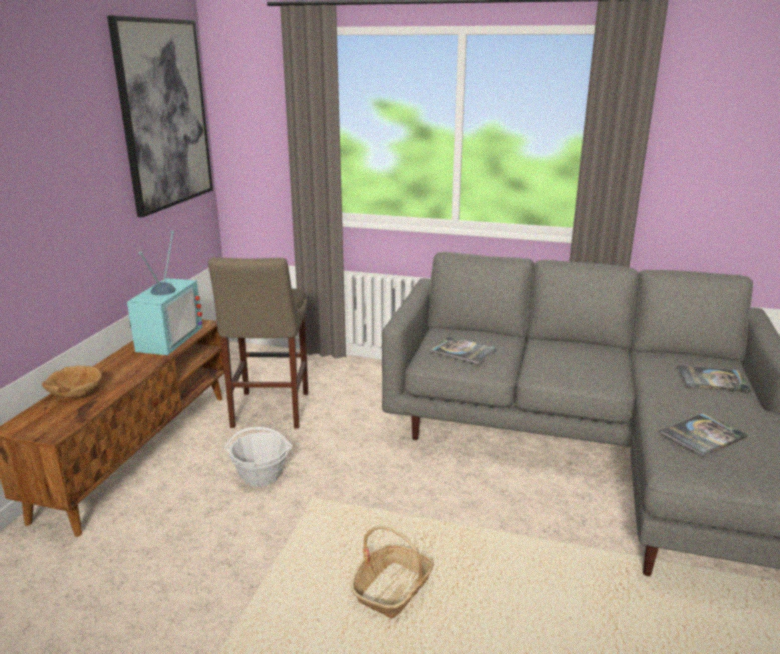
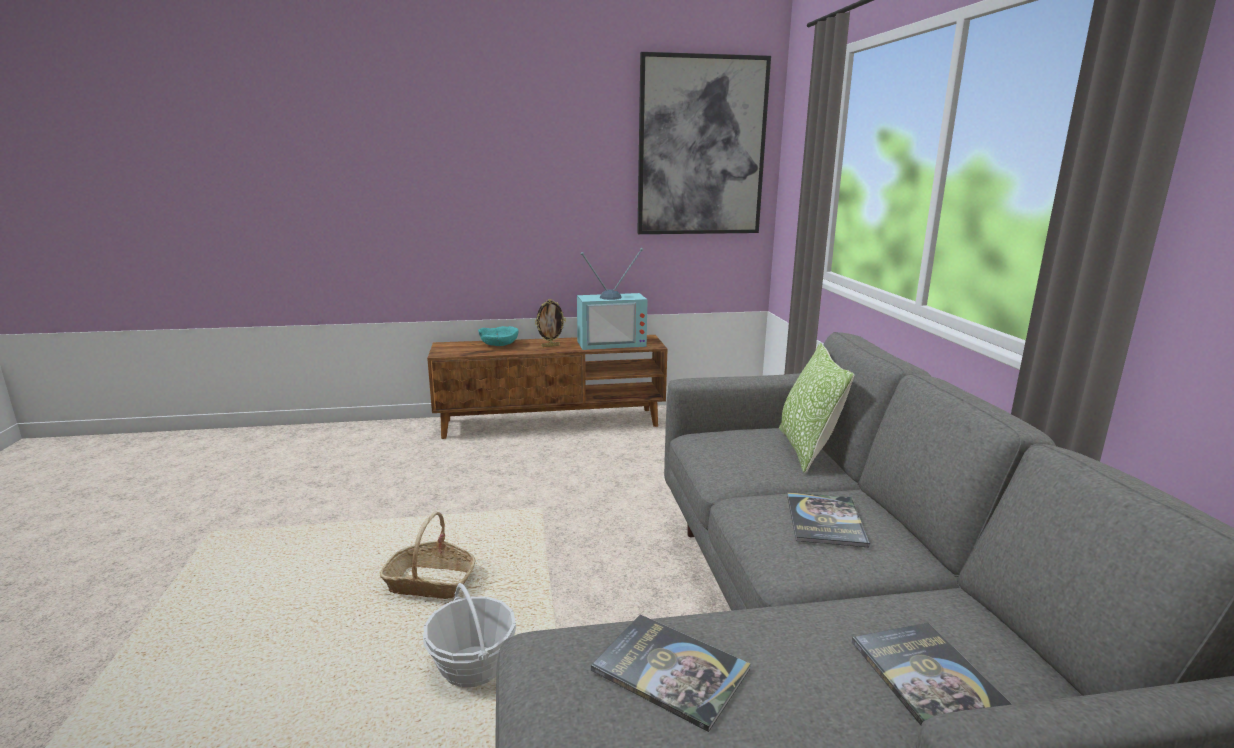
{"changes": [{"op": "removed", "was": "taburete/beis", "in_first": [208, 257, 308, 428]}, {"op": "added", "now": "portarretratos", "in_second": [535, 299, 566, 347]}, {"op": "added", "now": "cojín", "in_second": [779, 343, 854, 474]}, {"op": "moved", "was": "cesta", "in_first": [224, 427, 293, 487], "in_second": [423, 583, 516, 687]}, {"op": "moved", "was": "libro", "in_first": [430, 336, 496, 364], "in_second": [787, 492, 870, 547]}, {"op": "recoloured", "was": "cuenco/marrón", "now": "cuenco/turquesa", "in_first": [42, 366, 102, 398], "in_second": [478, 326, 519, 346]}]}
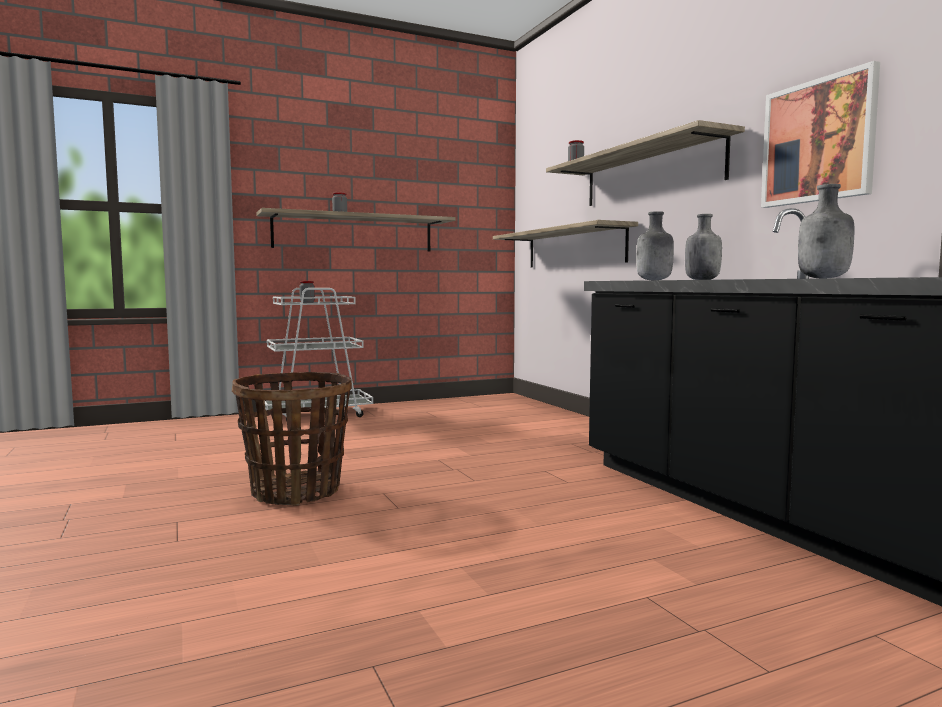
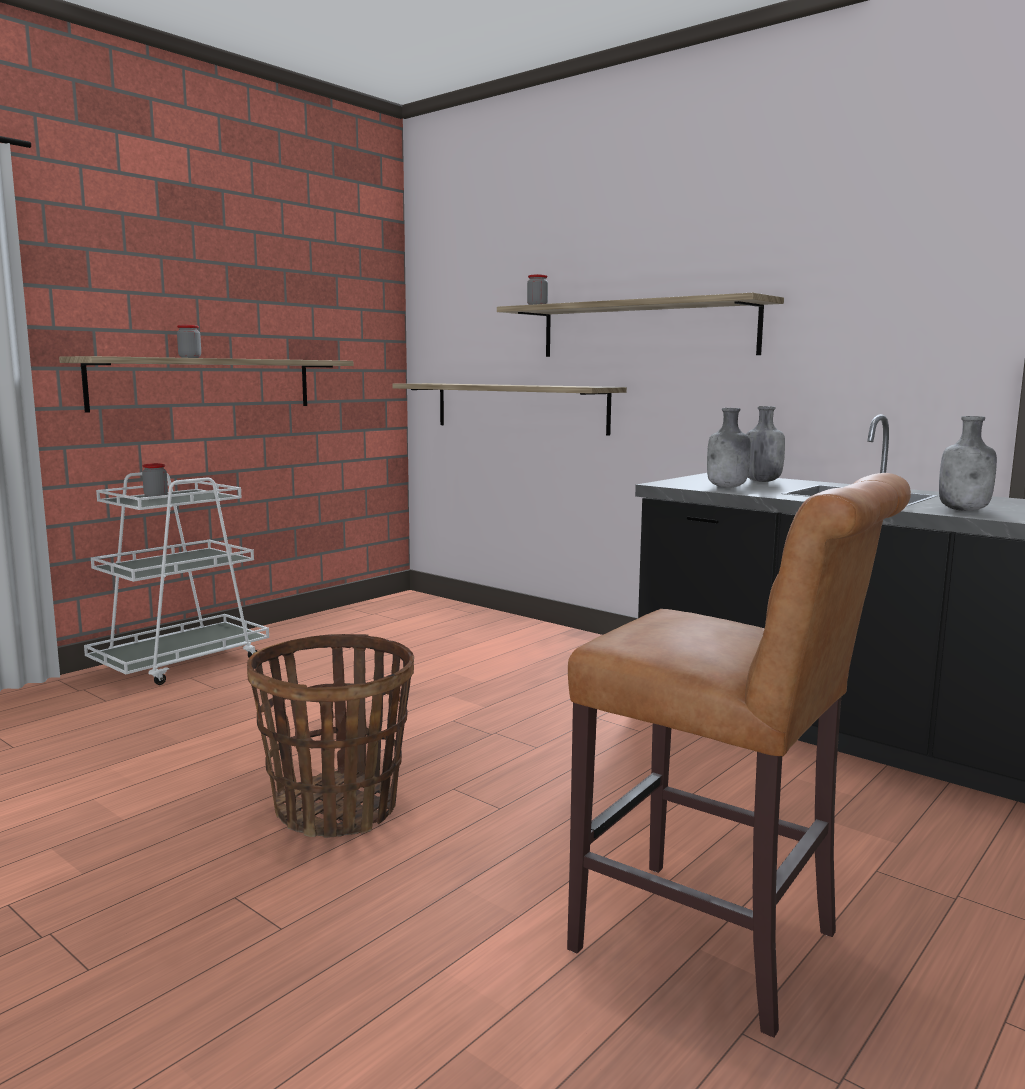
{"changes": [{"op": "removed", "was": "cuadro", "in_first": [761, 61, 880, 208]}, {"op": "added", "now": "taburete/marrón", "in_second": [567, 473, 911, 1038]}]}
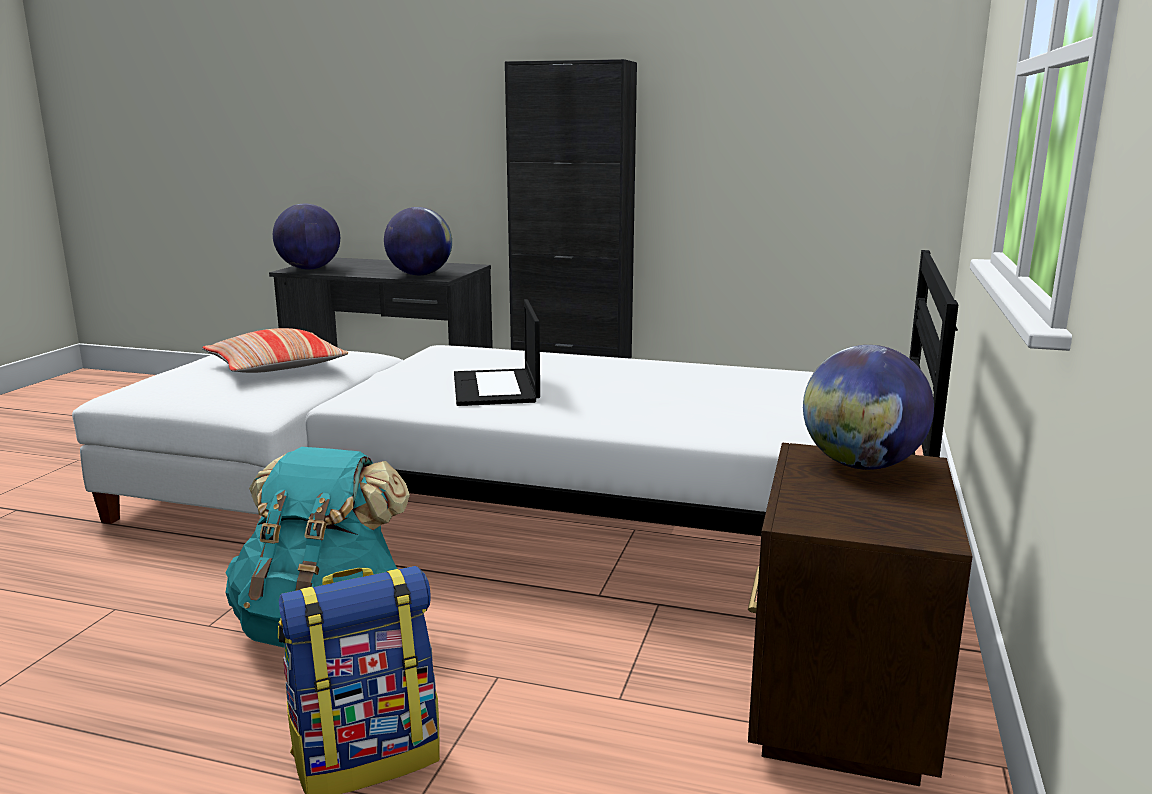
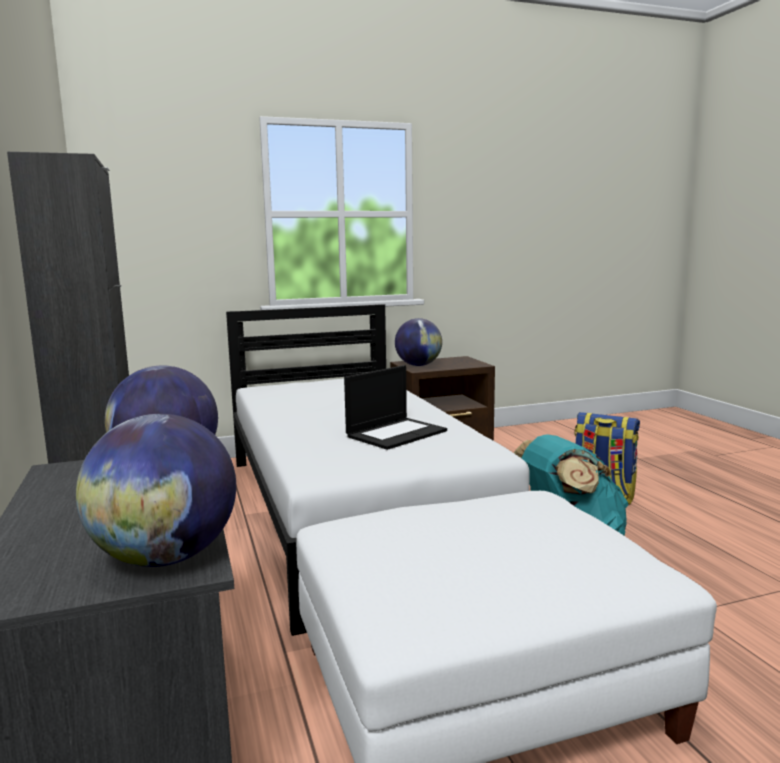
{"changes": [{"op": "removed", "was": "cojín", "in_first": [202, 328, 348, 373]}]}
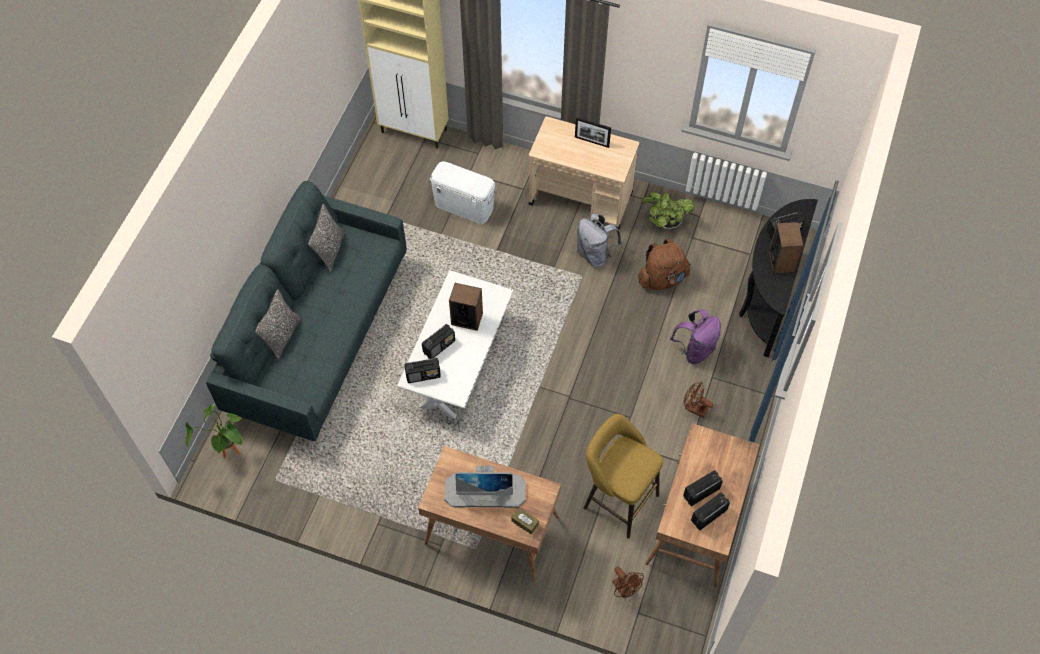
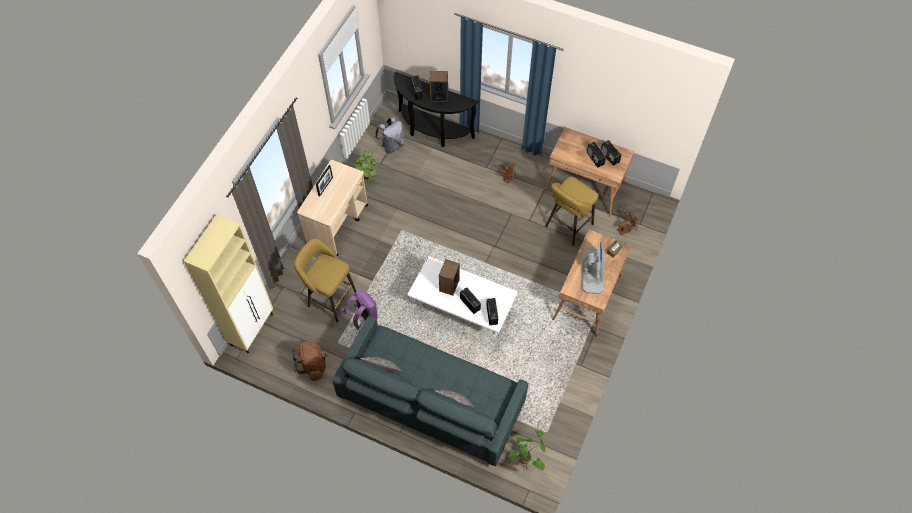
{"changes": [{"op": "moved", "was": "mochila/gris", "in_first": [577, 213, 622, 267], "in_second": [375, 117, 404, 154]}, {"op": "moved", "was": "mochila/marrón", "in_first": [638, 239, 691, 290], "in_second": [292, 341, 328, 381]}, {"op": "moved", "was": "mochila/morado", "in_first": [670, 309, 721, 365], "in_second": [344, 290, 378, 330]}, {"op": "replaced", "was": "caja de almacenaje/blanco", "now": "taburete/amarillo", "in_first": [429, 161, 496, 224], "in_second": [294, 238, 356, 322]}]}
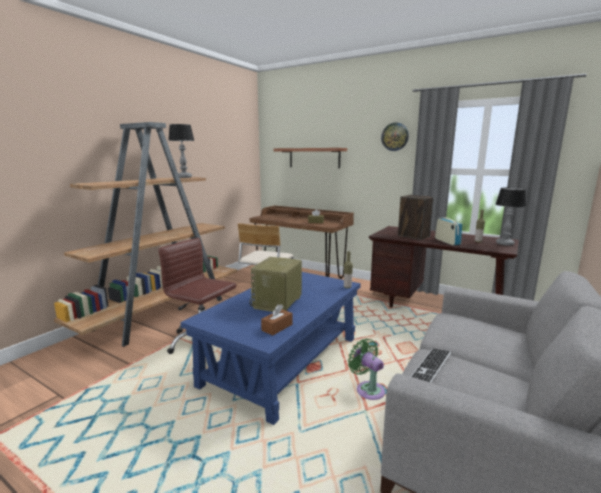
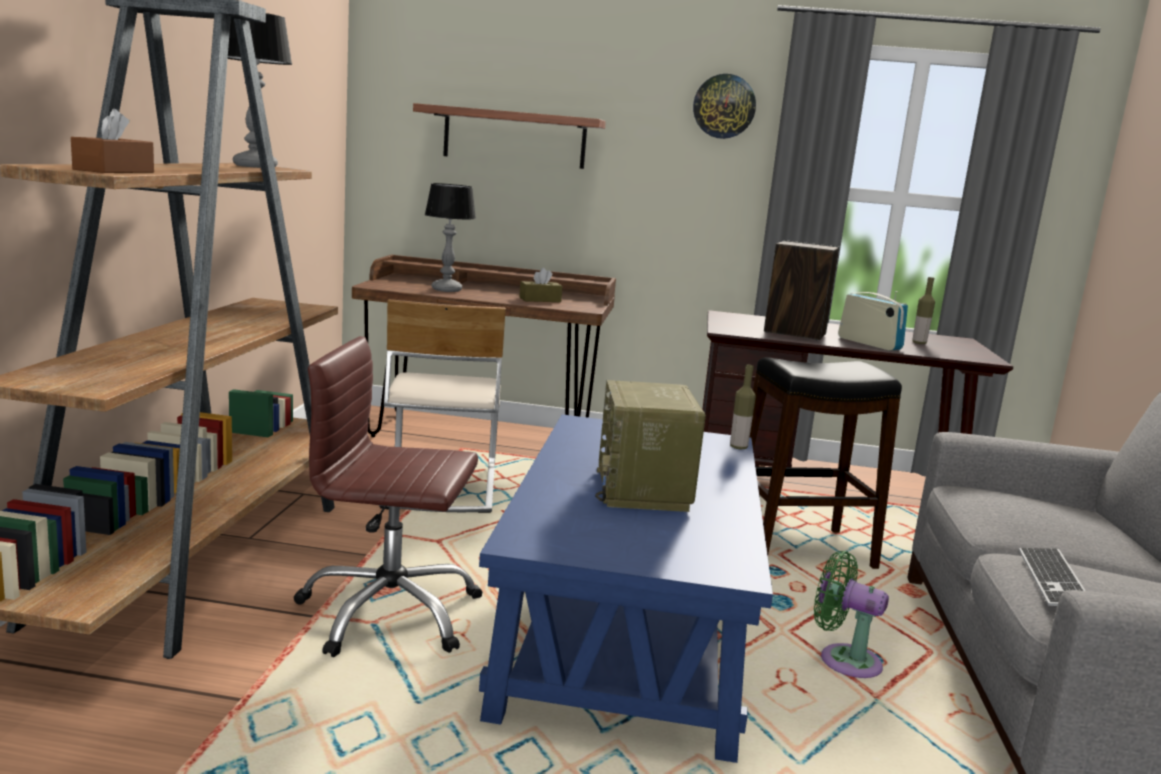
{"changes": [{"op": "added", "now": "taburete/negro", "in_second": [750, 357, 902, 569]}, {"op": "moved", "was": "caja de pañuelos/marrón", "in_first": [261, 304, 293, 335], "in_second": [71, 109, 154, 173]}, {"op": "moved", "was": "lámpara de mesa", "in_first": [495, 188, 527, 246], "in_second": [425, 183, 476, 292]}]}
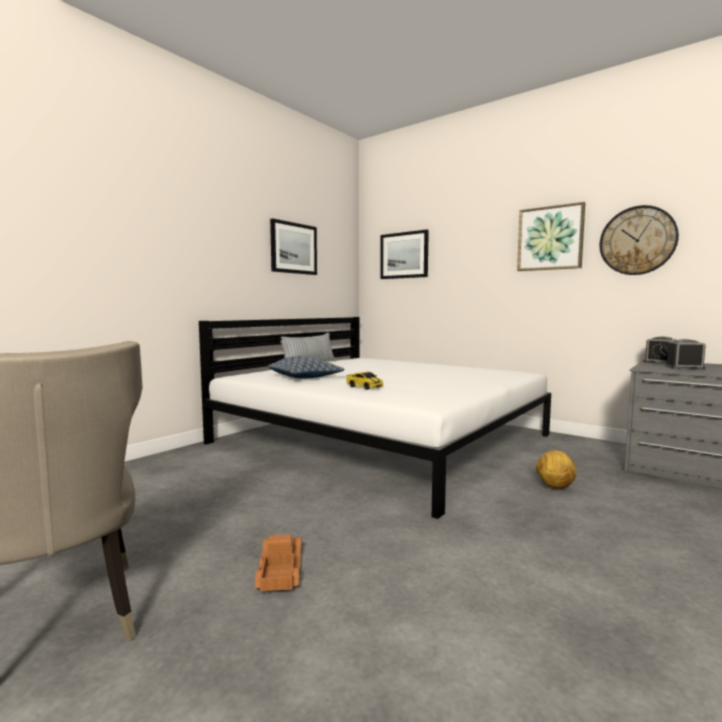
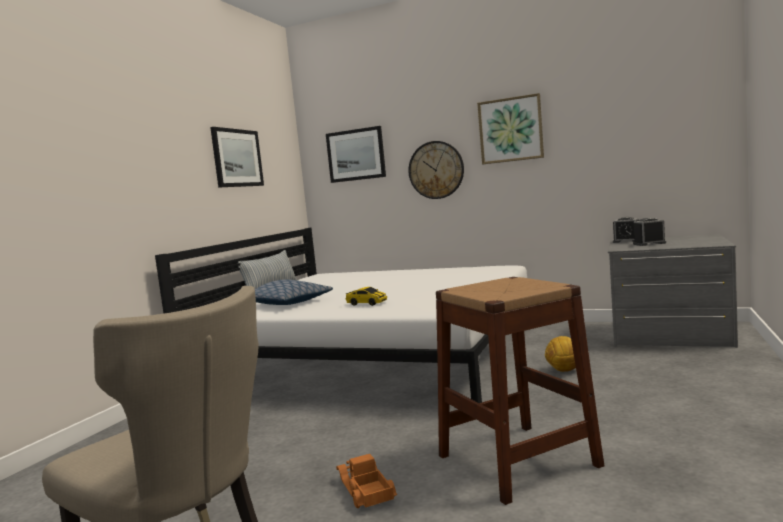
{"changes": [{"op": "added", "now": "taburete/marrón", "in_second": [436, 277, 605, 505]}, {"op": "moved", "was": "reloj de pared", "in_first": [599, 205, 679, 275], "in_second": [408, 141, 464, 199]}]}
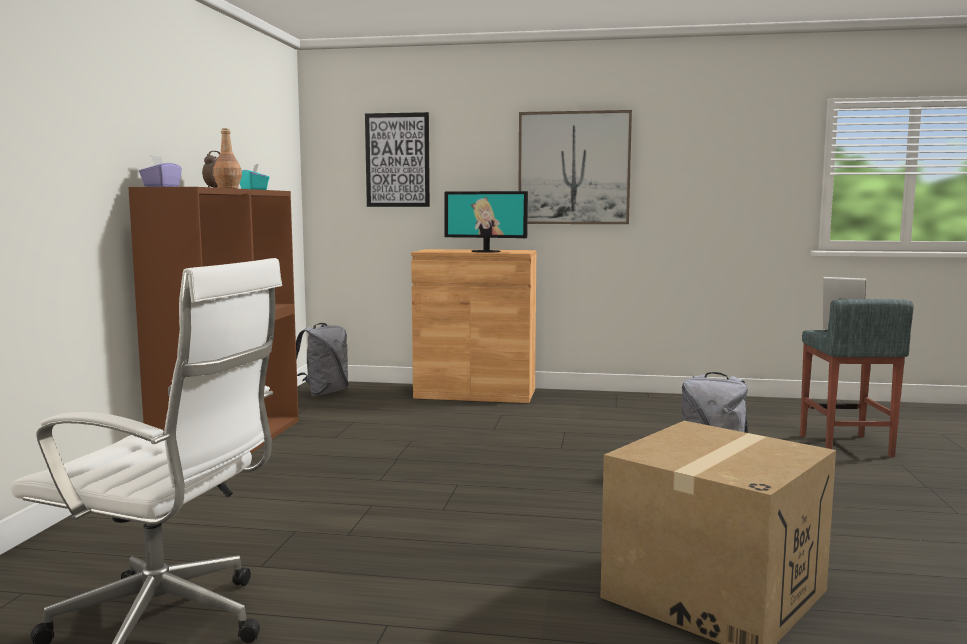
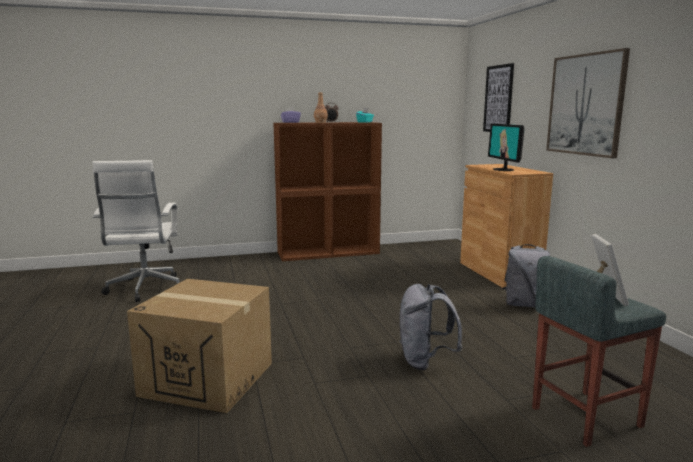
{"changes": [{"op": "moved", "was": "mochila/gris", "in_first": [296, 323, 349, 396], "in_second": [502, 244, 550, 307]}]}
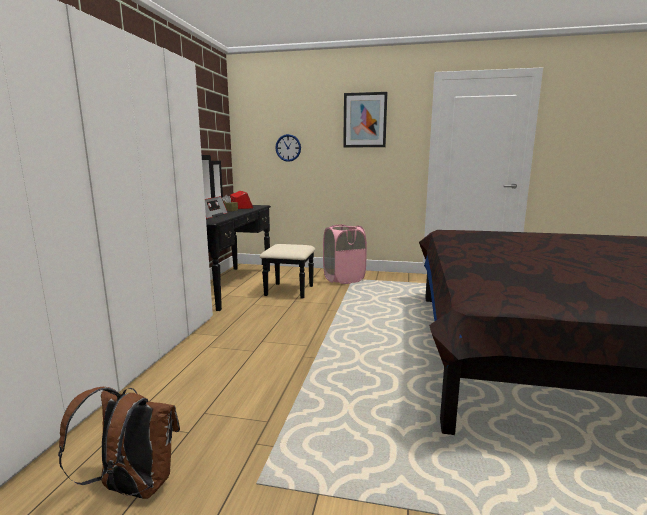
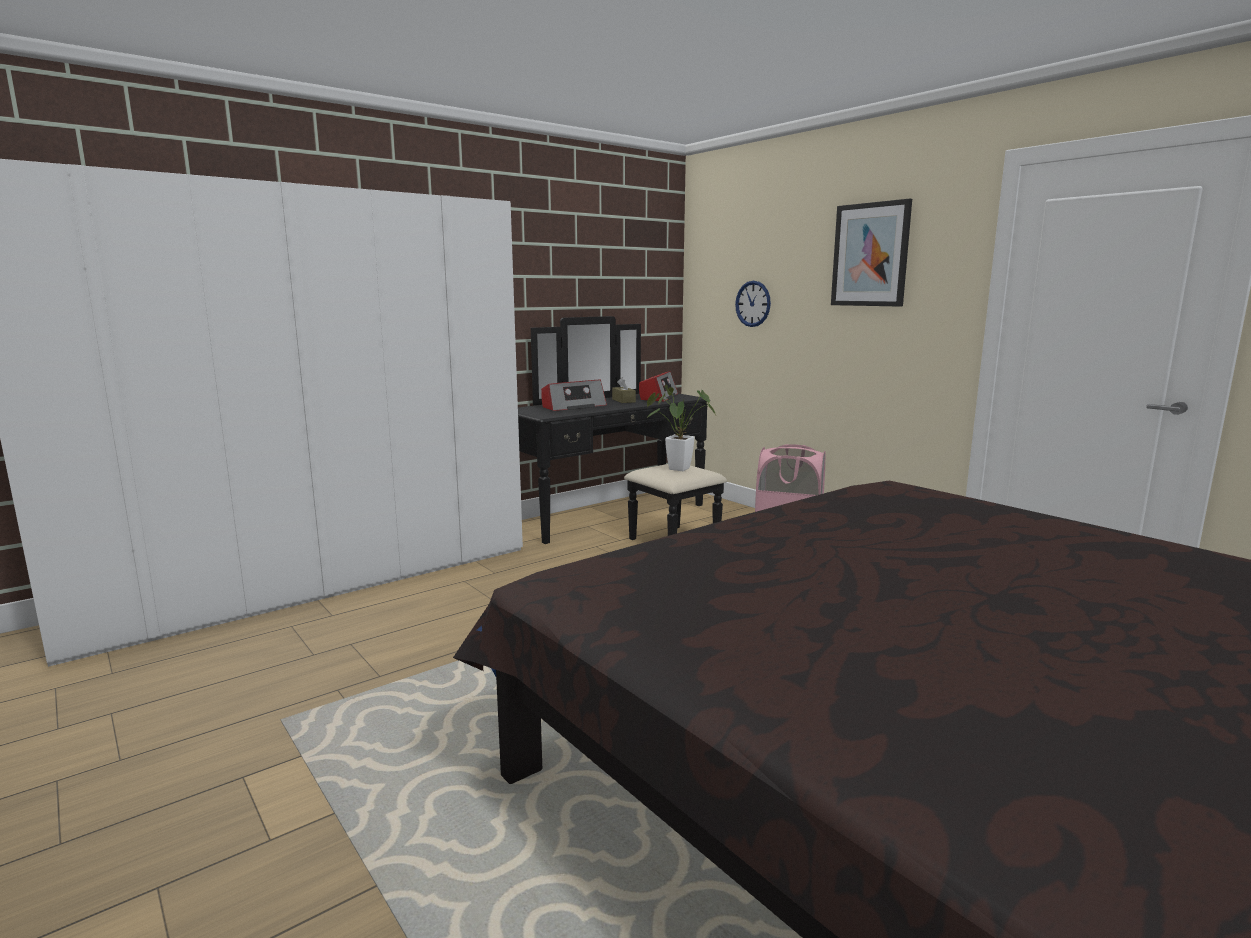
{"changes": [{"op": "removed", "was": "mochila/marrón", "in_first": [58, 387, 180, 499]}, {"op": "added", "now": "planta en maceta", "in_second": [647, 385, 715, 471]}]}
